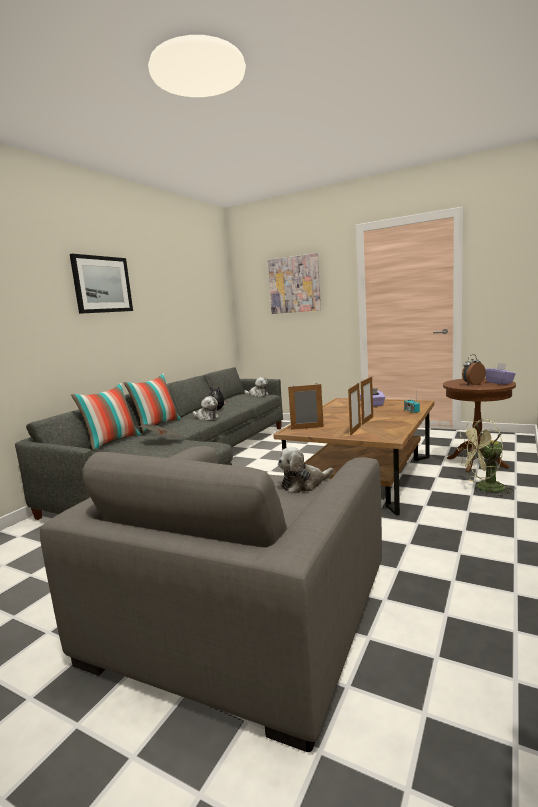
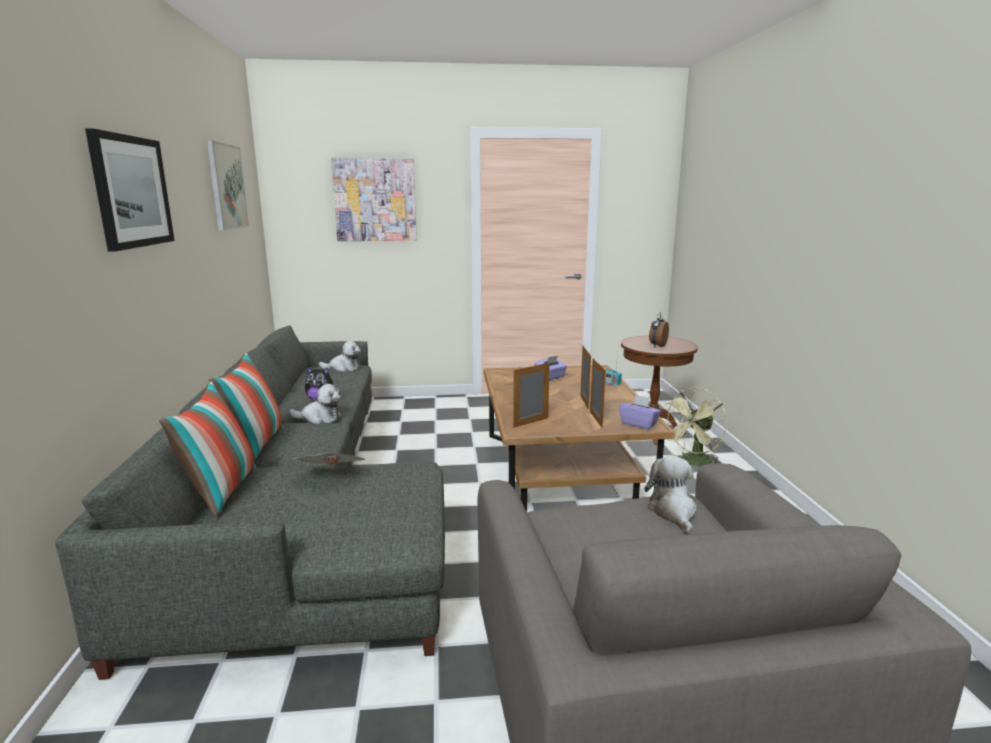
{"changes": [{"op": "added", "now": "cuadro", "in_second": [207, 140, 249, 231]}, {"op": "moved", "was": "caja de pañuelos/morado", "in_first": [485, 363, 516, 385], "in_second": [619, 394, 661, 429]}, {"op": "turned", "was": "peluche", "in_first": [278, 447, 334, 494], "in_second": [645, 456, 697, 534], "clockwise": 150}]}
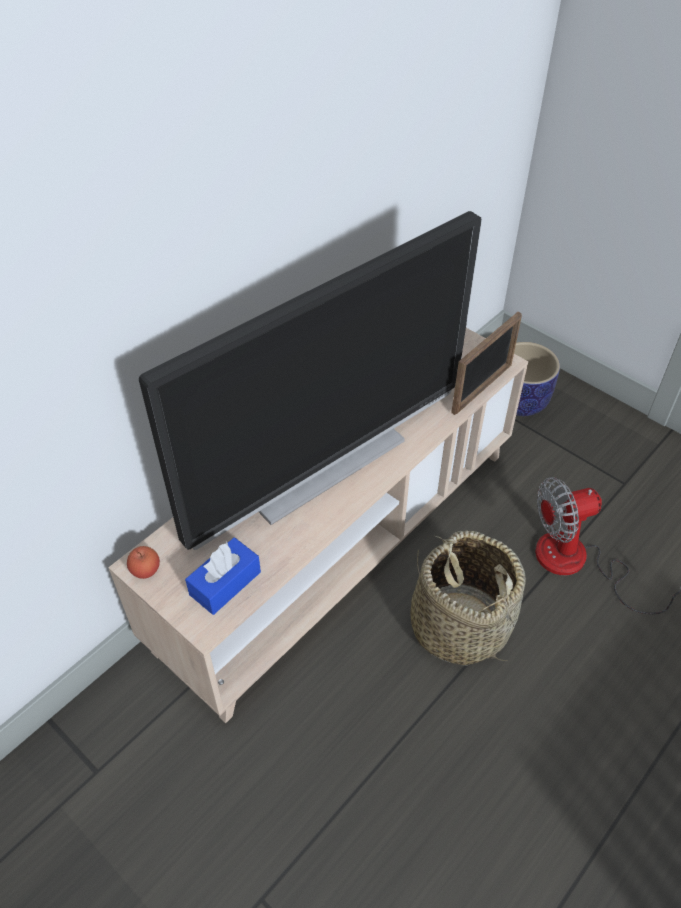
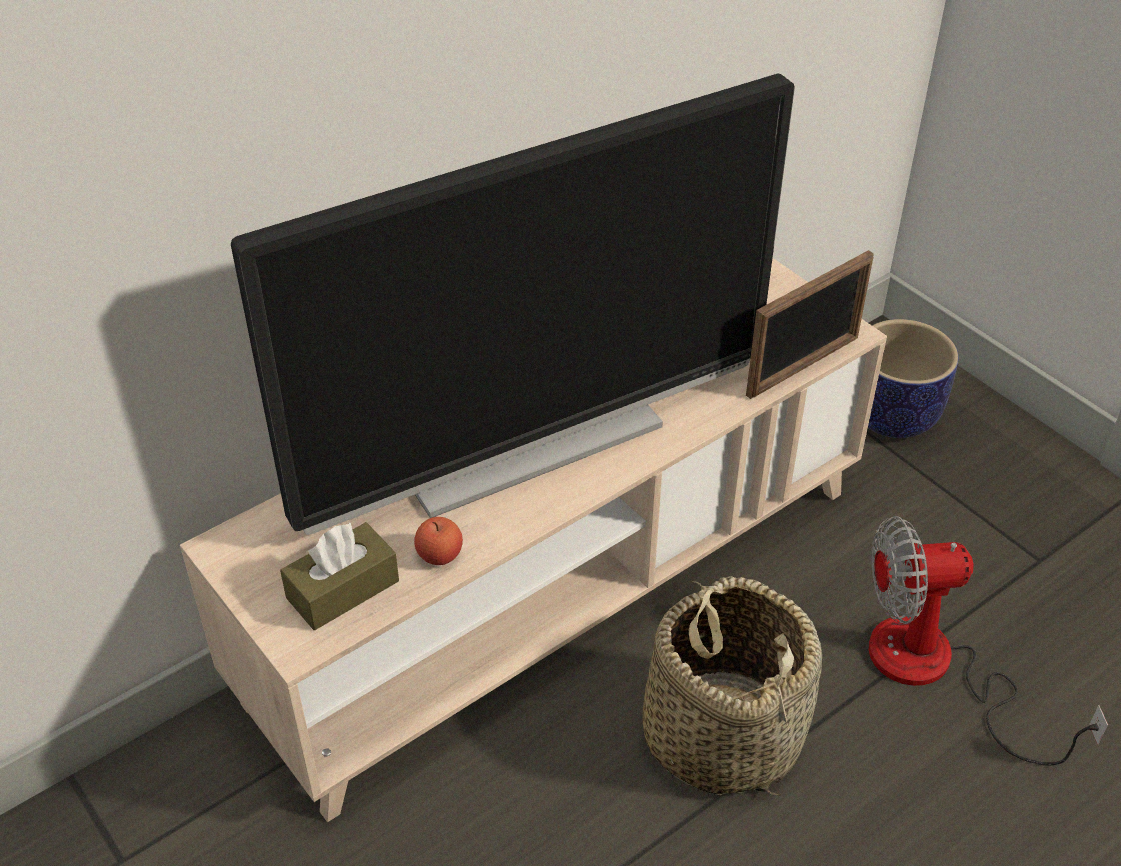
{"changes": [{"op": "moved", "was": "manzana", "in_first": [127, 546, 160, 579], "in_second": [414, 517, 463, 565]}, {"op": "recoloured", "was": "caja de pañuelos/azul", "now": "caja de pañuelos/marrón", "in_first": [185, 537, 261, 615], "in_second": [280, 522, 399, 630]}]}
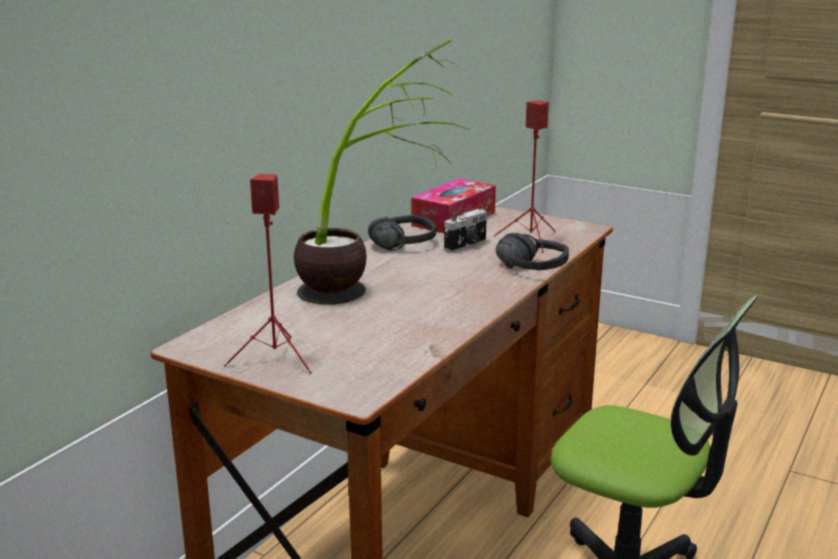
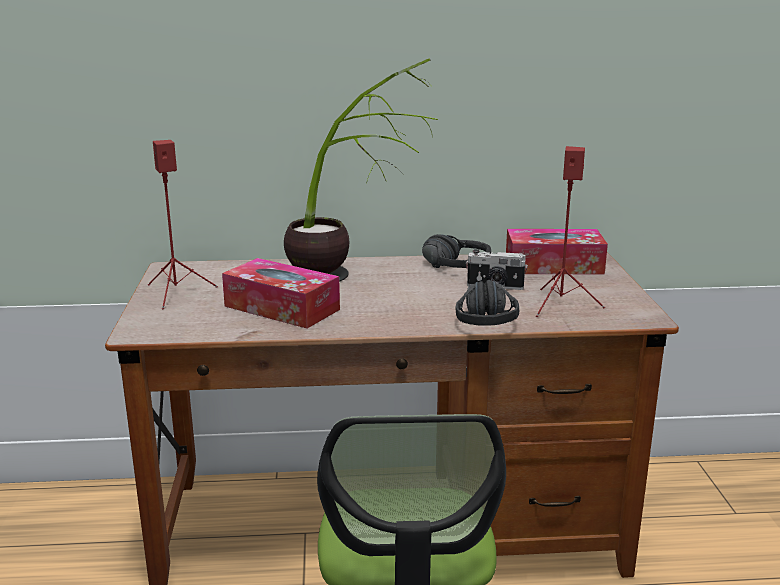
{"changes": [{"op": "added", "now": "caja de pañuelos", "in_second": [222, 258, 340, 329]}]}
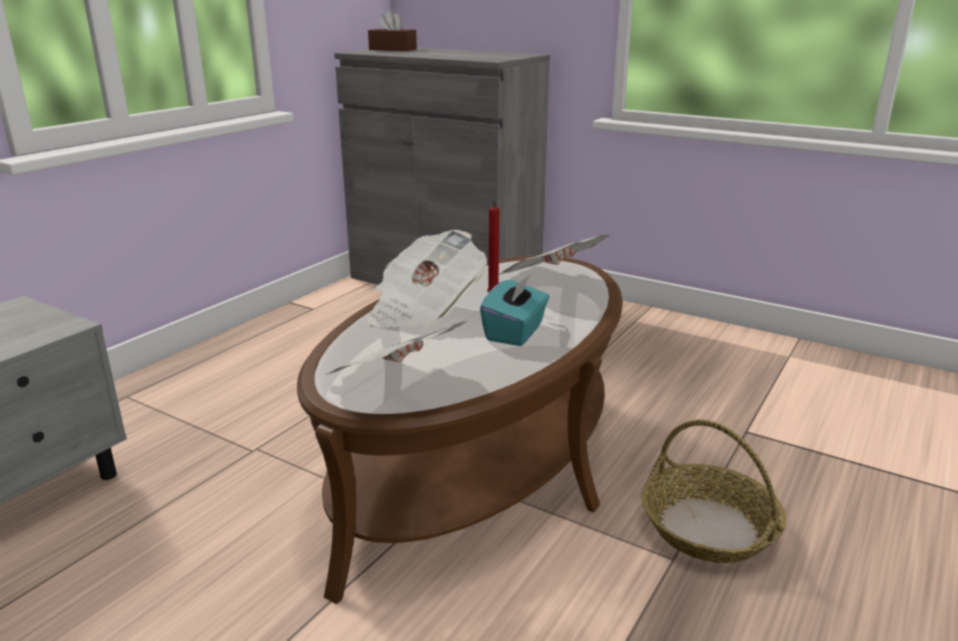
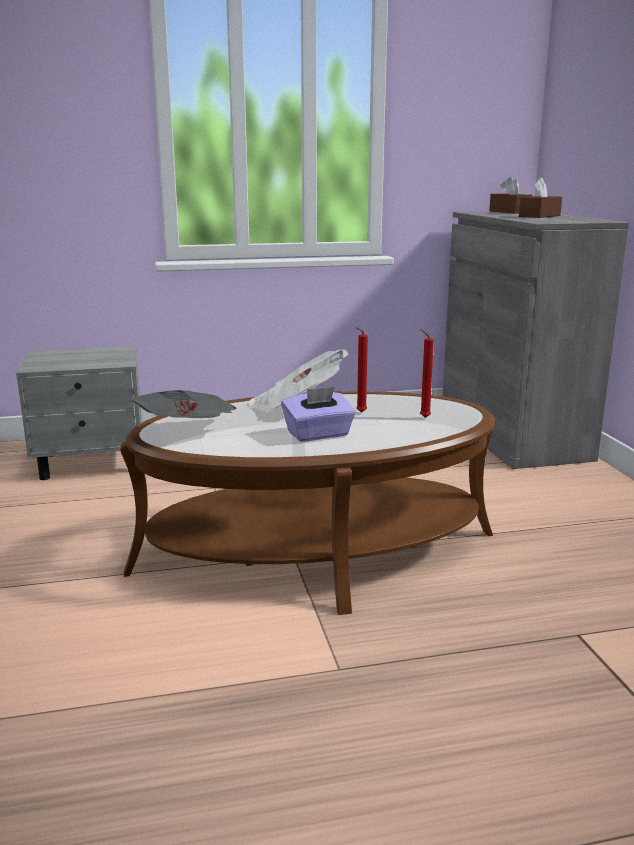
{"changes": [{"op": "removed", "was": "cesta", "in_first": [641, 419, 786, 563]}, {"op": "added", "now": "caja de pañuelos/marrón", "in_second": [519, 178, 562, 218]}, {"op": "replaced", "was": "periódico", "now": "vela/rojo", "in_first": [500, 235, 610, 274], "in_second": [420, 329, 434, 418]}, {"op": "recoloured", "was": "caja de pañuelos/turquesa", "now": "caja de pañuelos/morado", "in_first": [480, 274, 549, 346], "in_second": [281, 387, 356, 442]}]}
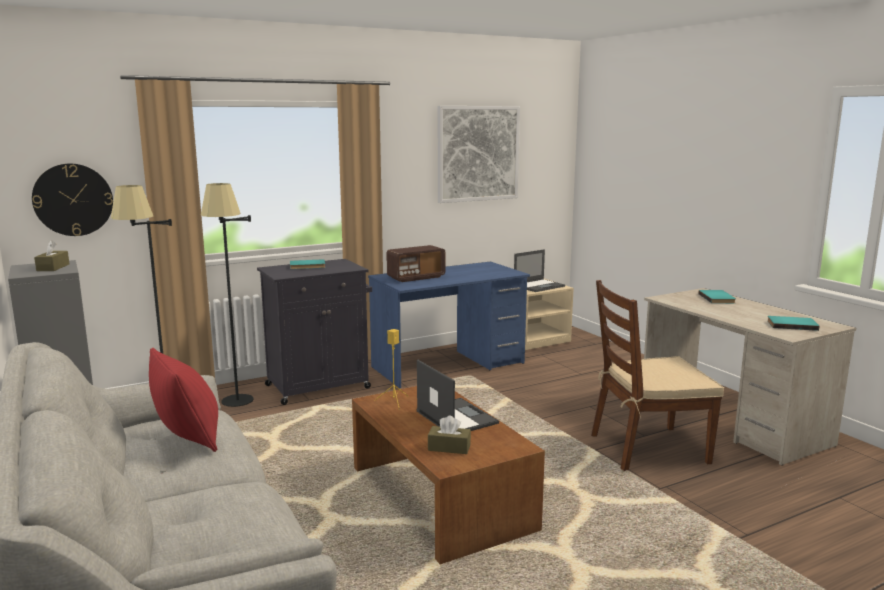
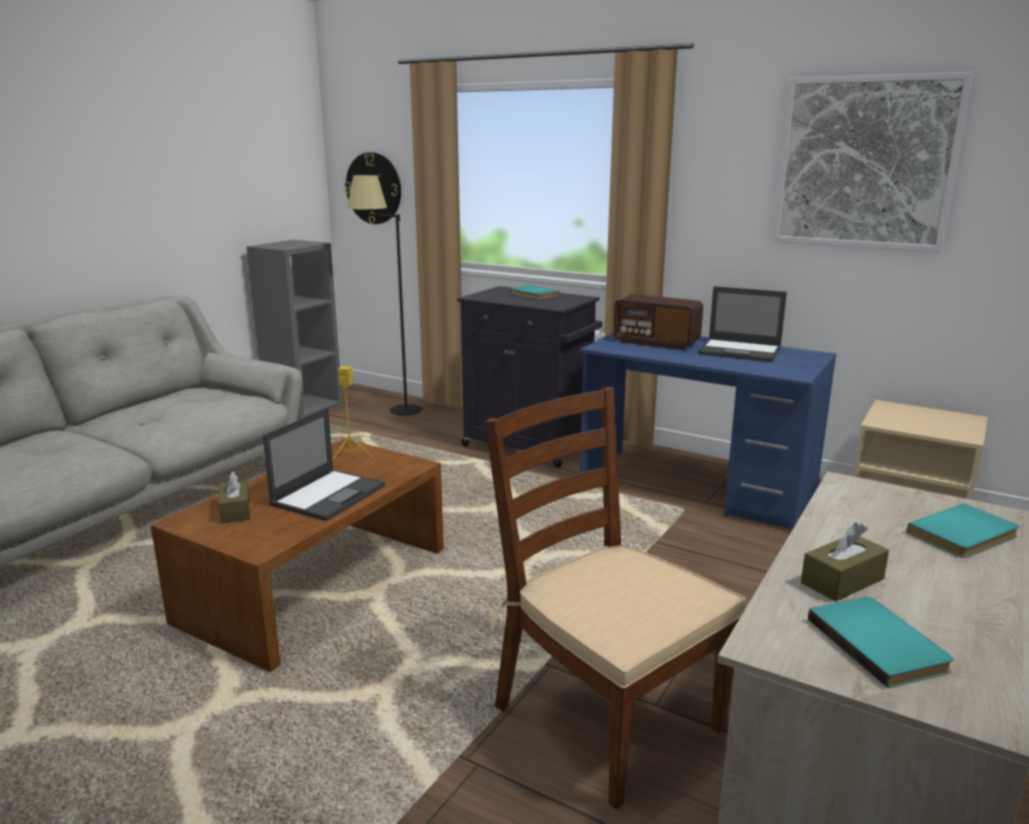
{"changes": [{"op": "removed", "was": "cojín/rojo", "in_first": [149, 348, 218, 452]}, {"op": "removed", "was": "lámpara de pie/negro", "in_first": [201, 183, 254, 407]}, {"op": "moved", "was": "caja de pañuelos/marrón", "in_first": [34, 240, 69, 271], "in_second": [801, 522, 889, 602]}, {"op": "moved", "was": "portátil", "in_first": [514, 249, 565, 292], "in_second": [698, 286, 787, 362]}]}
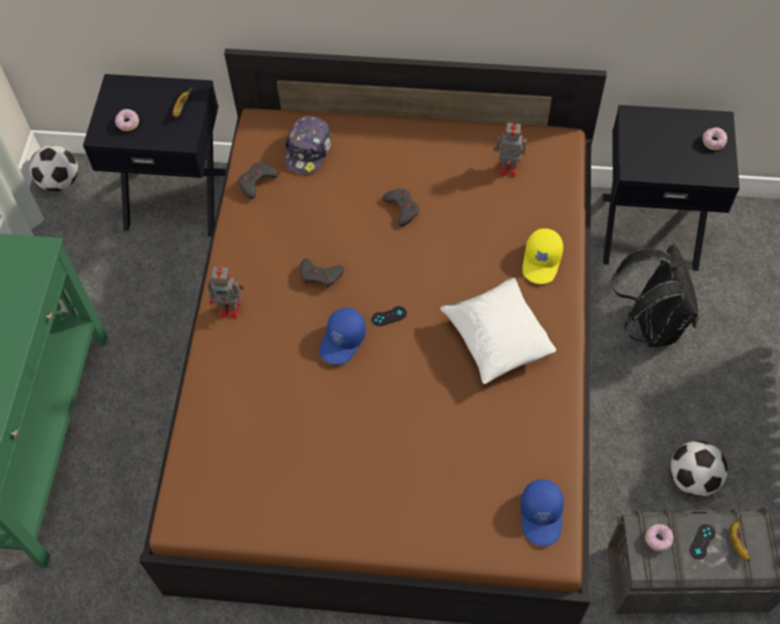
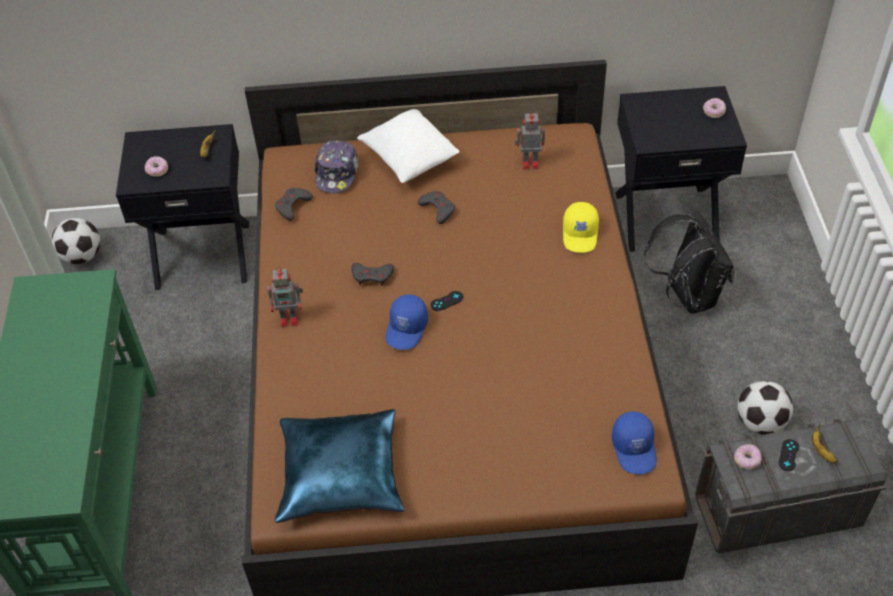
{"changes": [{"op": "added", "now": "cojín/azul", "in_second": [275, 409, 404, 523]}, {"op": "moved", "was": "cojín/blanco", "in_first": [440, 277, 556, 384], "in_second": [357, 109, 459, 183]}]}
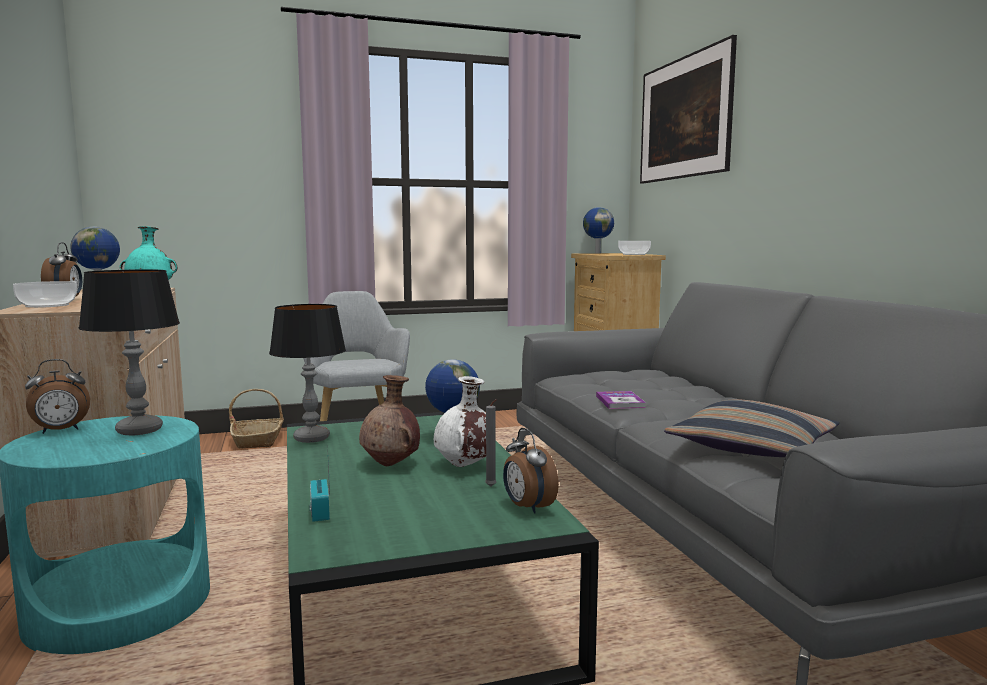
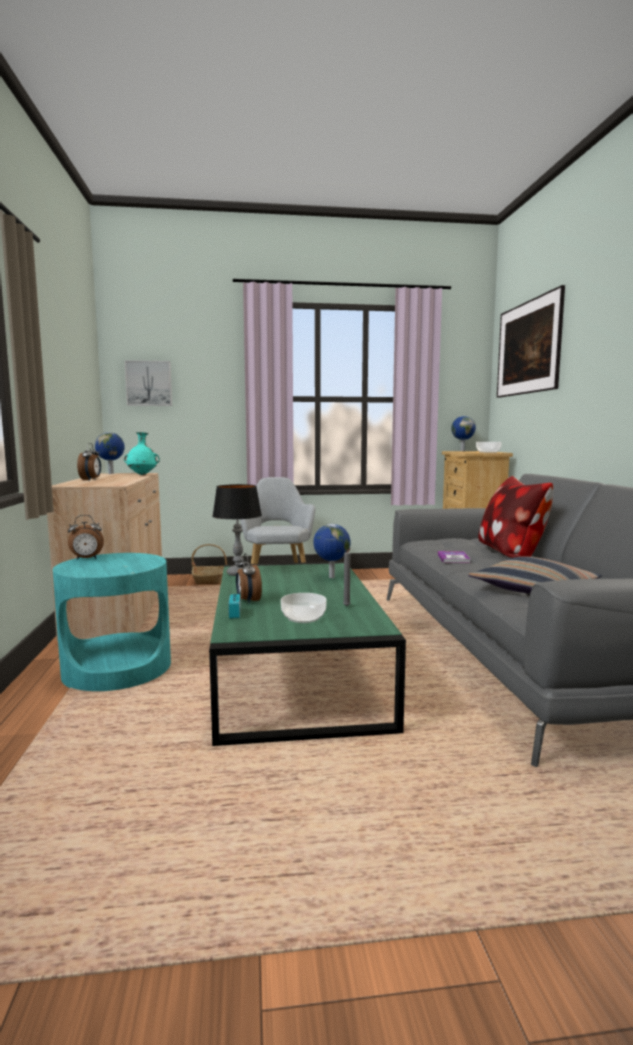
{"changes": [{"op": "removed", "was": "lámpara de mesa", "in_first": [79, 269, 180, 435]}, {"op": "removed", "was": "florero/marrón", "in_first": [359, 375, 420, 466]}, {"op": "removed", "was": "florero/blanco", "in_first": [434, 376, 486, 467]}, {"op": "added", "now": "cuadro", "in_second": [125, 360, 172, 406]}, {"op": "added", "now": "cojín", "in_second": [478, 476, 553, 558]}, {"op": "moved", "was": "cuenco", "in_first": [13, 281, 77, 308], "in_second": [281, 593, 326, 623]}, {"op": "moved", "was": "despertador", "in_first": [503, 428, 559, 514], "in_second": [236, 553, 262, 604]}]}
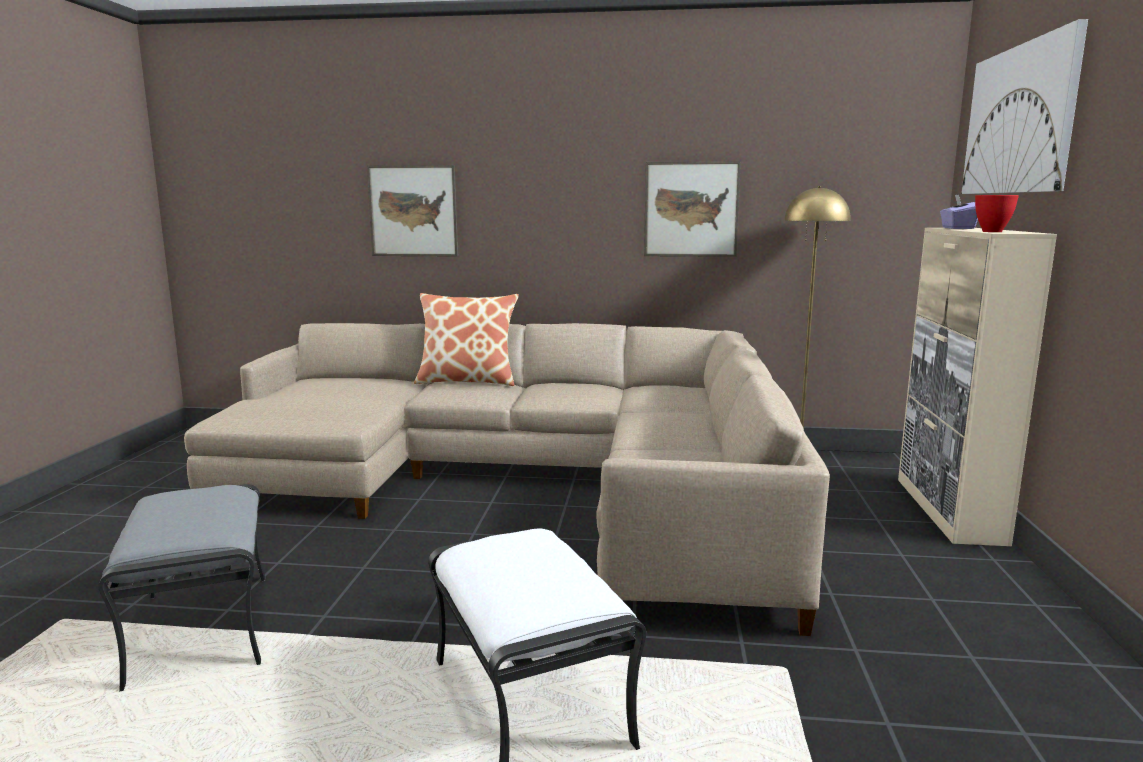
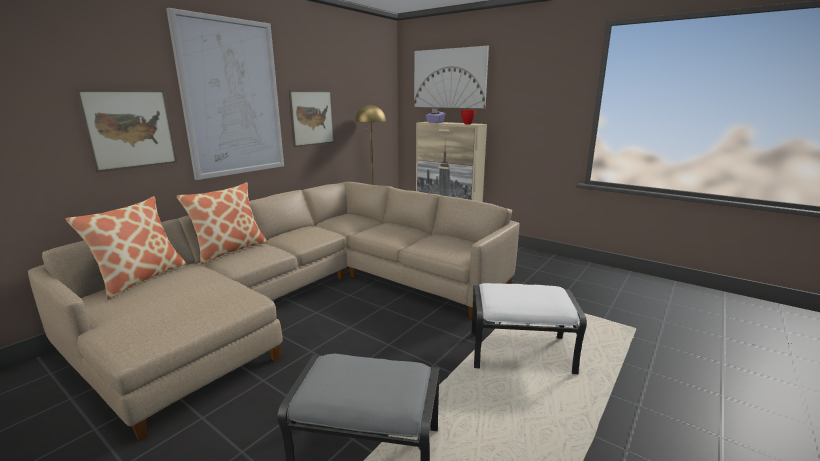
{"changes": [{"op": "added", "now": "cojín", "in_second": [66, 196, 187, 300]}, {"op": "added", "now": "cuadro", "in_second": [166, 8, 284, 180]}]}
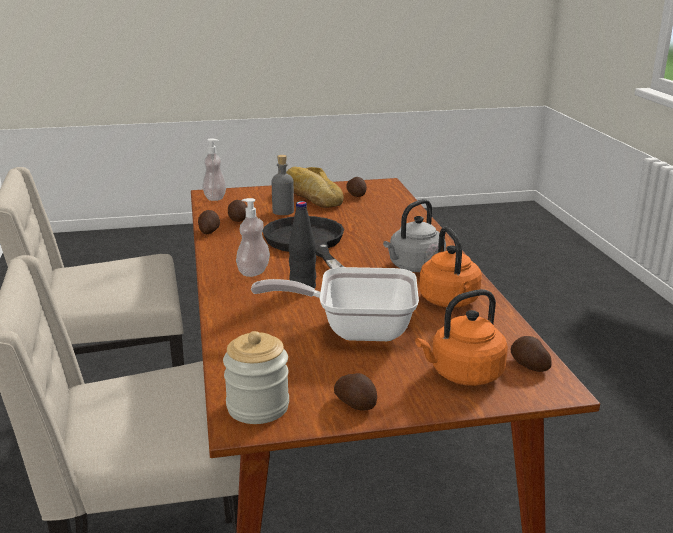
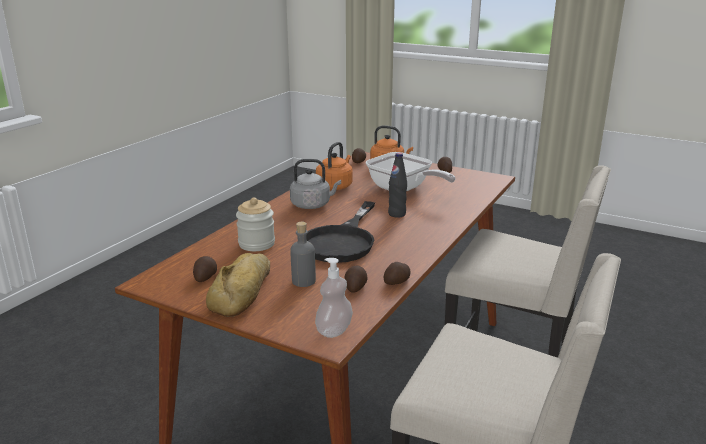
{"changes": [{"op": "removed", "was": "dispensador de jabón", "in_first": [236, 198, 270, 277]}, {"op": "moved", "was": "tarro", "in_first": [223, 331, 289, 424], "in_second": [236, 198, 275, 251]}]}
